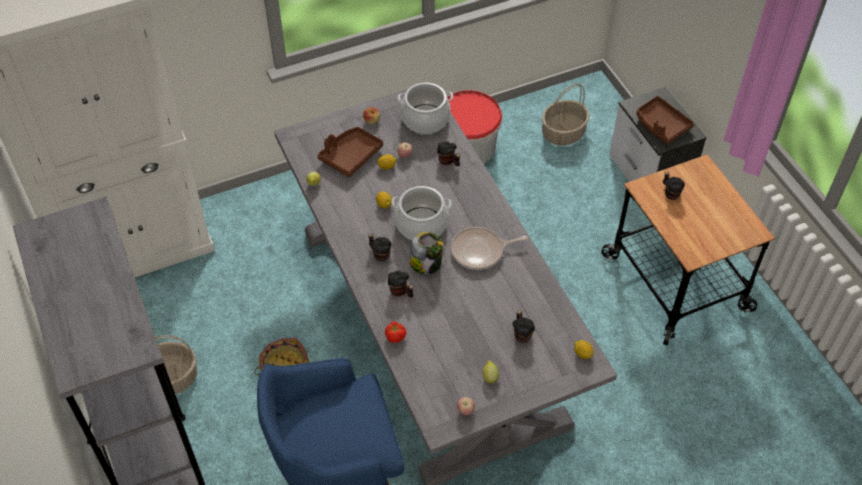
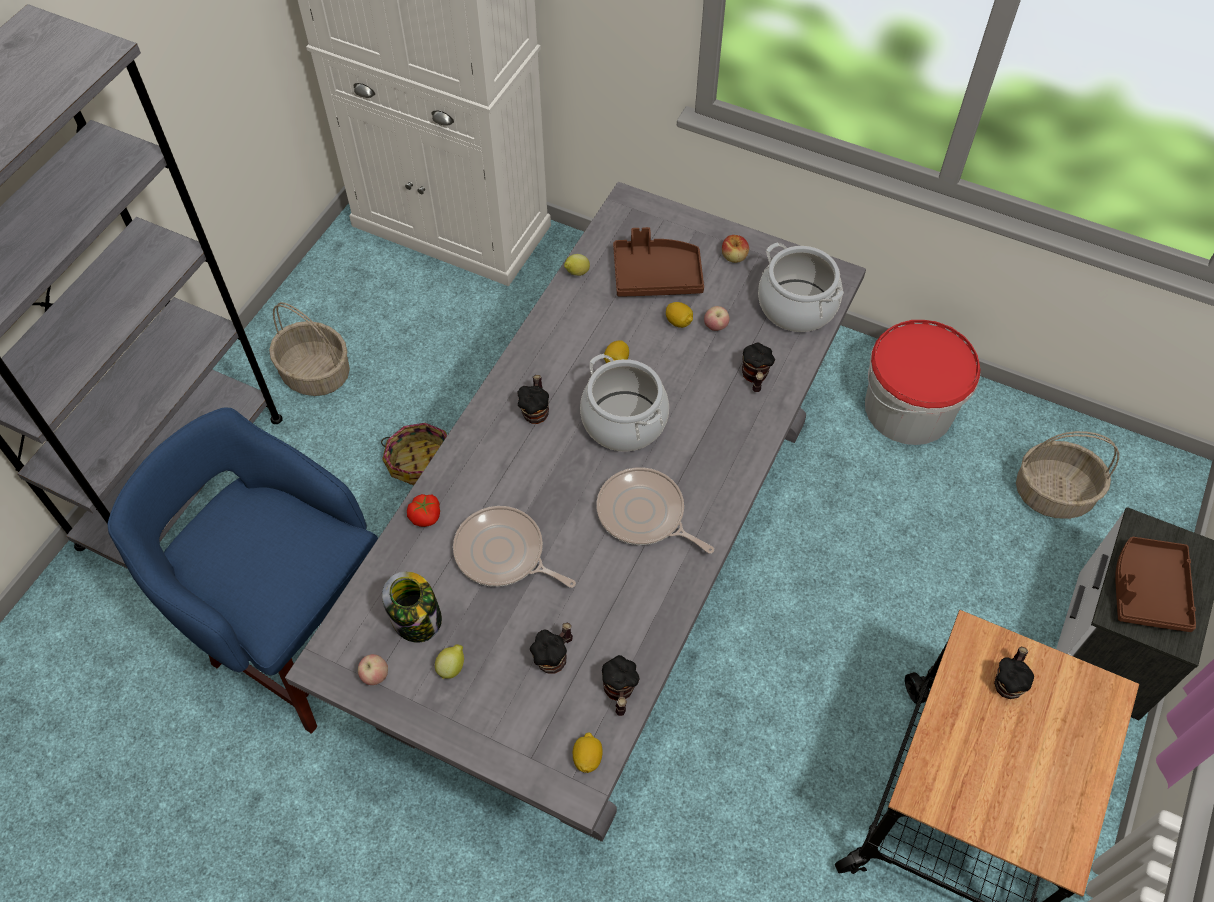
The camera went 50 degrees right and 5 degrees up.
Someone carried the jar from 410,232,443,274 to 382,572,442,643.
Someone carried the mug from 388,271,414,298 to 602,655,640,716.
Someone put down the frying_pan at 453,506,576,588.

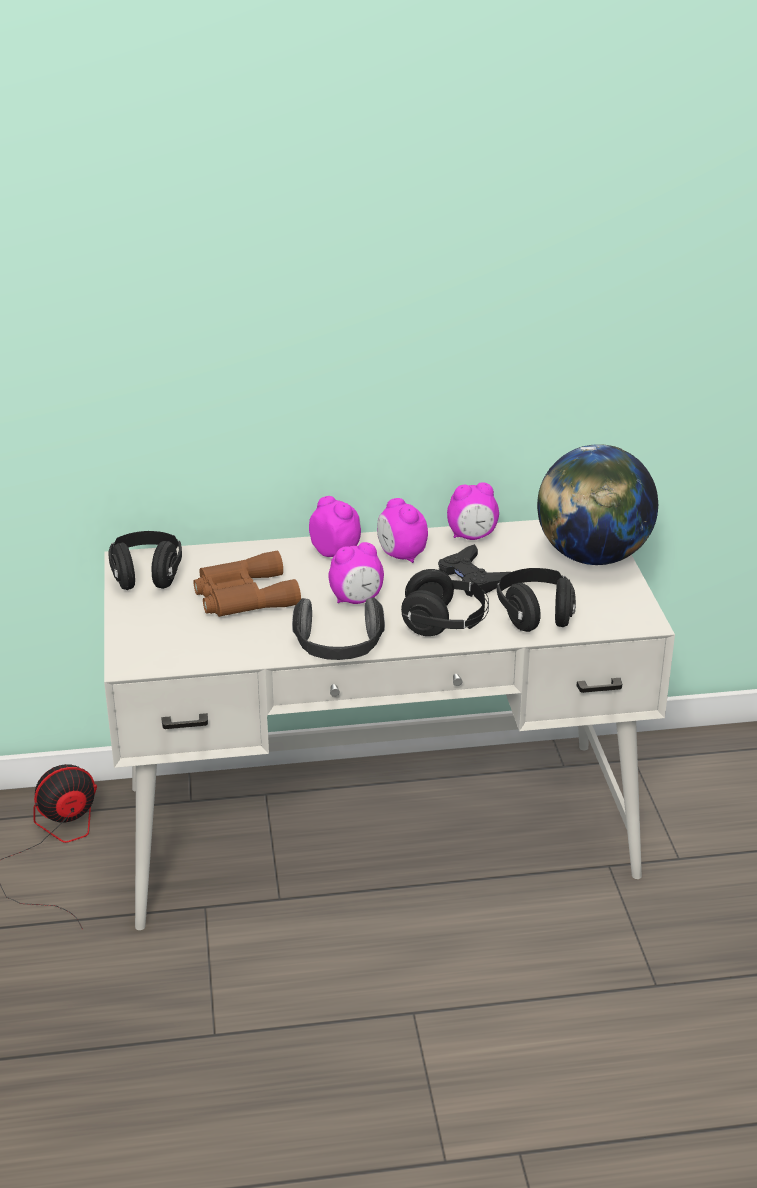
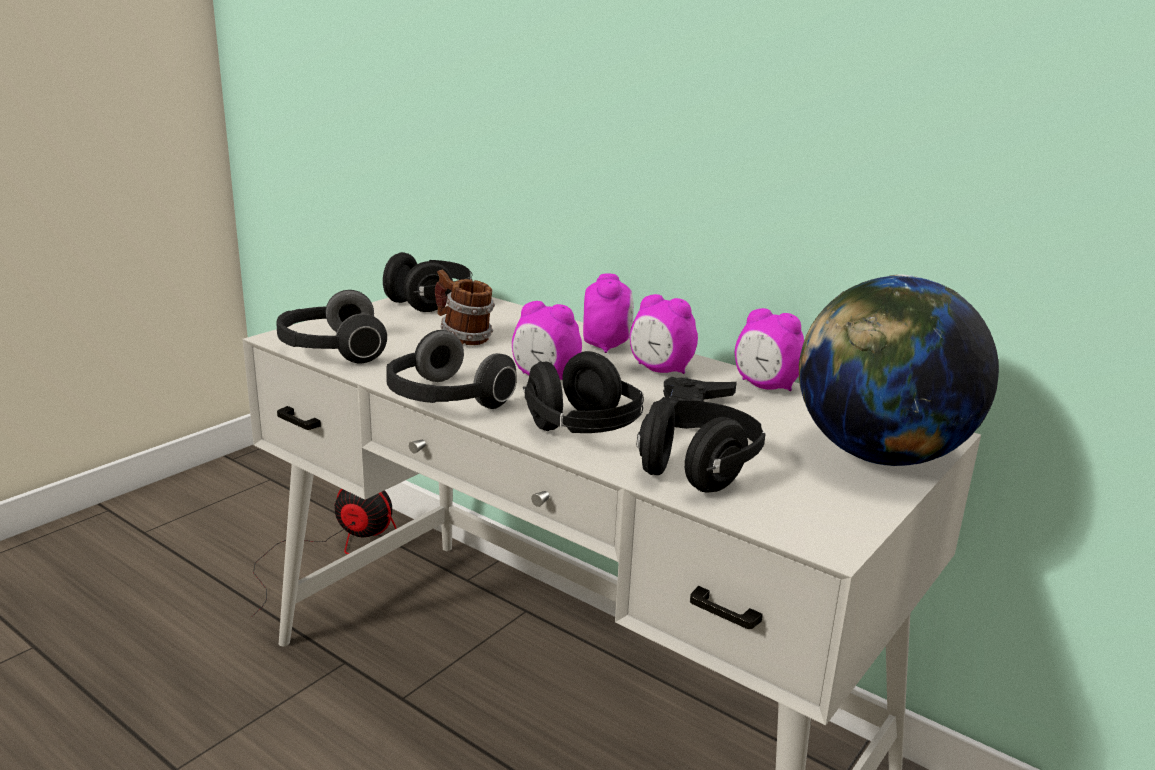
The camera went 45 degrees right and 10 degrees down.
Someone rotated the alarm_clock at 377,498,428,563 by 75 degrees counterclockwise.
Someone swapped the brown_binoculars at 194,551,301,617 for the mug at 435,270,495,345.
Someone put down the headphones at 277,290,387,363.

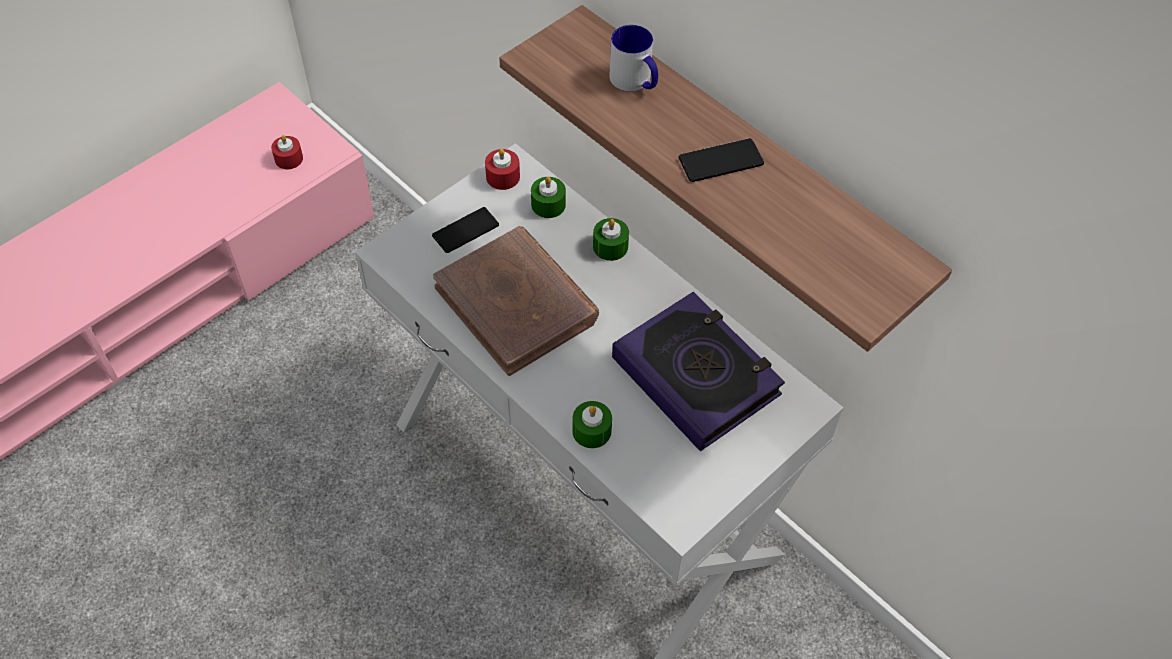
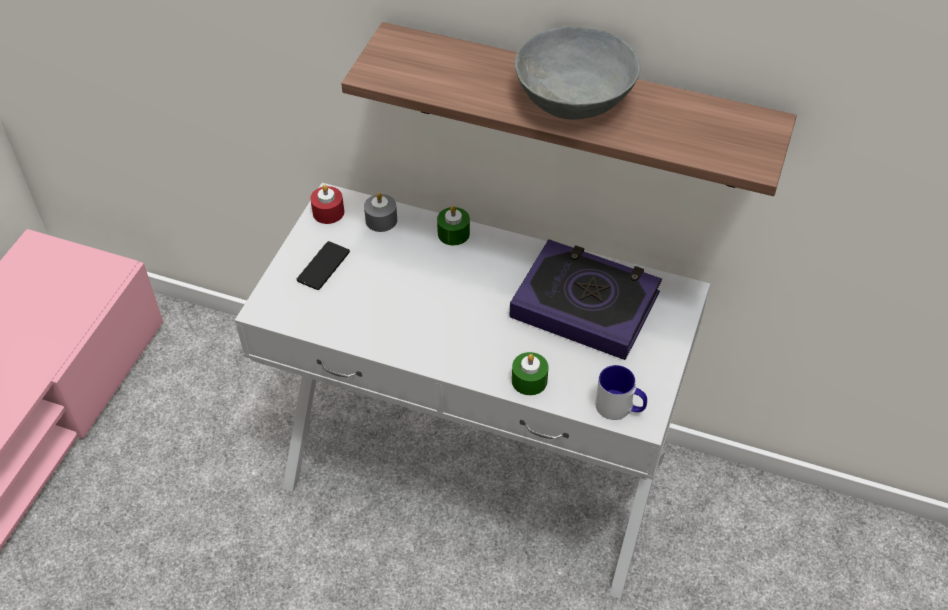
The camera went 25 degrees left and 5 degrees down.
Someone carried the mug from 609,25,658,92 to 595,365,647,420.
Someone took away the red_candle at 271,135,303,169.
Someone swapped the phone at 679,138,764,182 for the grey_bowl at 515,27,641,119.
Someone repainted the green_candle at 531,177,566,218, which became the grey_candle at 364,193,397,232.
Someone took away the brown_book at 433,226,599,376.

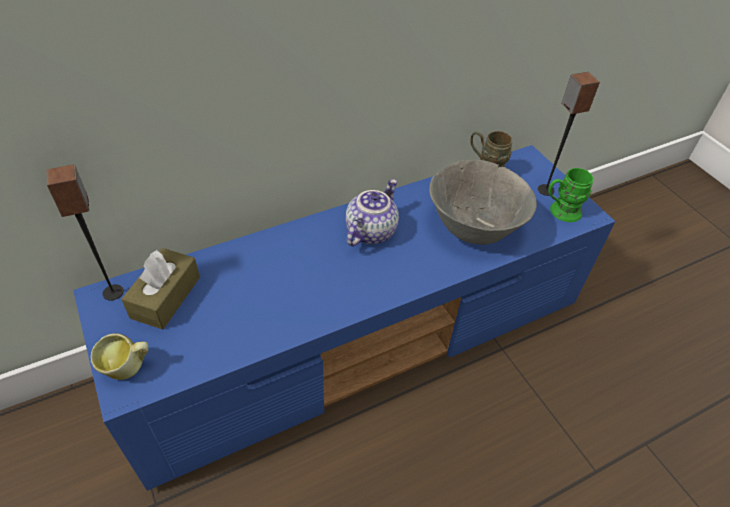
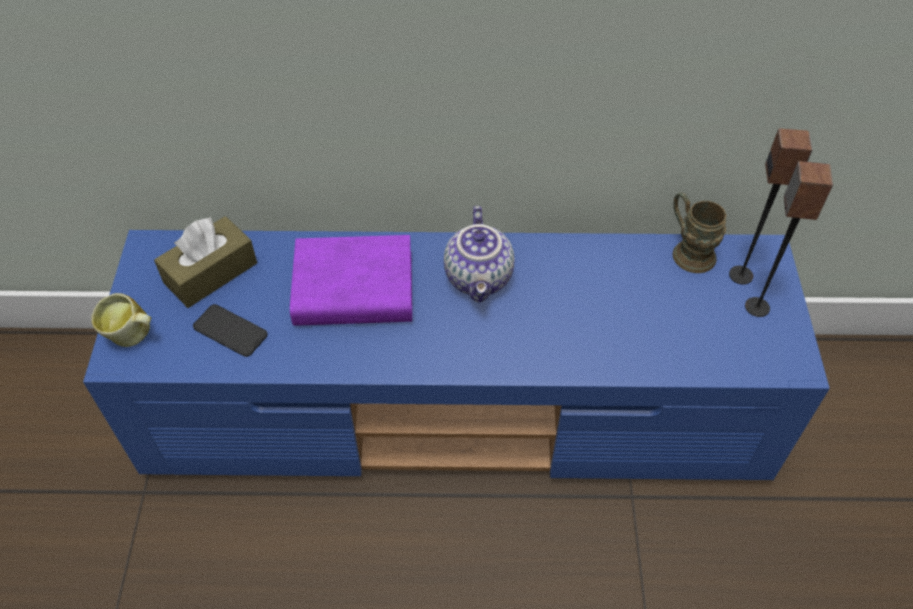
The camera went 30 degrees right and 5 degrees up.
Someone took away the grey_bowl at 429,160,537,245.
Someone carried the speaker from 46,164,124,301 to 729,128,813,285.
Someone took away the green_mug at 548,168,593,222.
Someone rotated the teapot at 346,179,399,246 by 120 degrees clockwise.
Someone put down the purple_book at 290,235,412,326.
Someone put down the phone at 193,304,268,357.

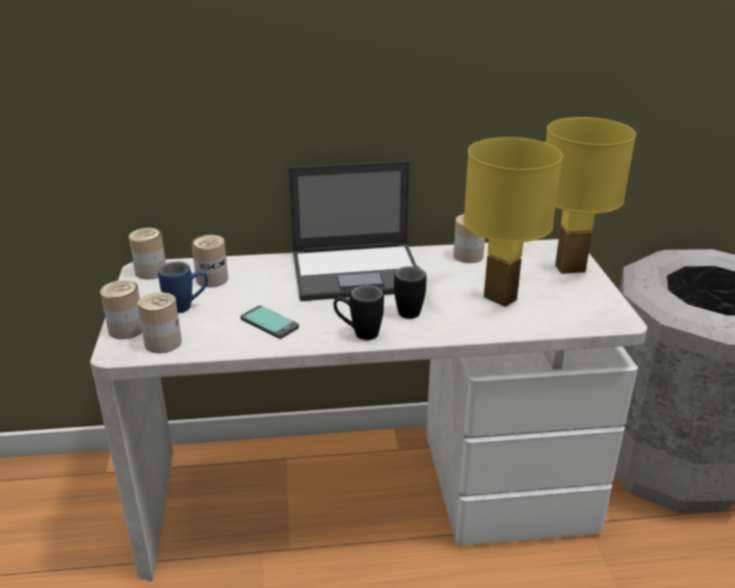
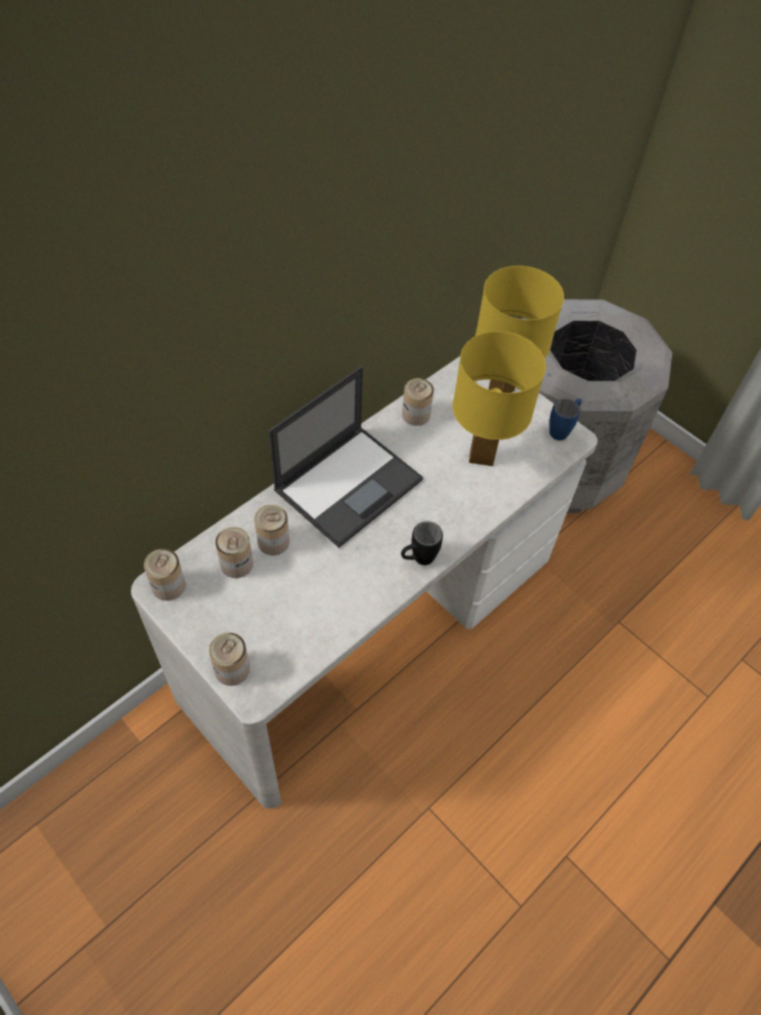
The camera went 40 degrees left and 25 degrees up.
Someone carried the blue_mug from 158,262,208,313 to 549,399,581,441.
Someone took away the black_mug at 394,266,427,319.
Someone carried the can from 137,292,182,353 to 254,505,290,555.
Someone took away the phone at 240,306,299,339.

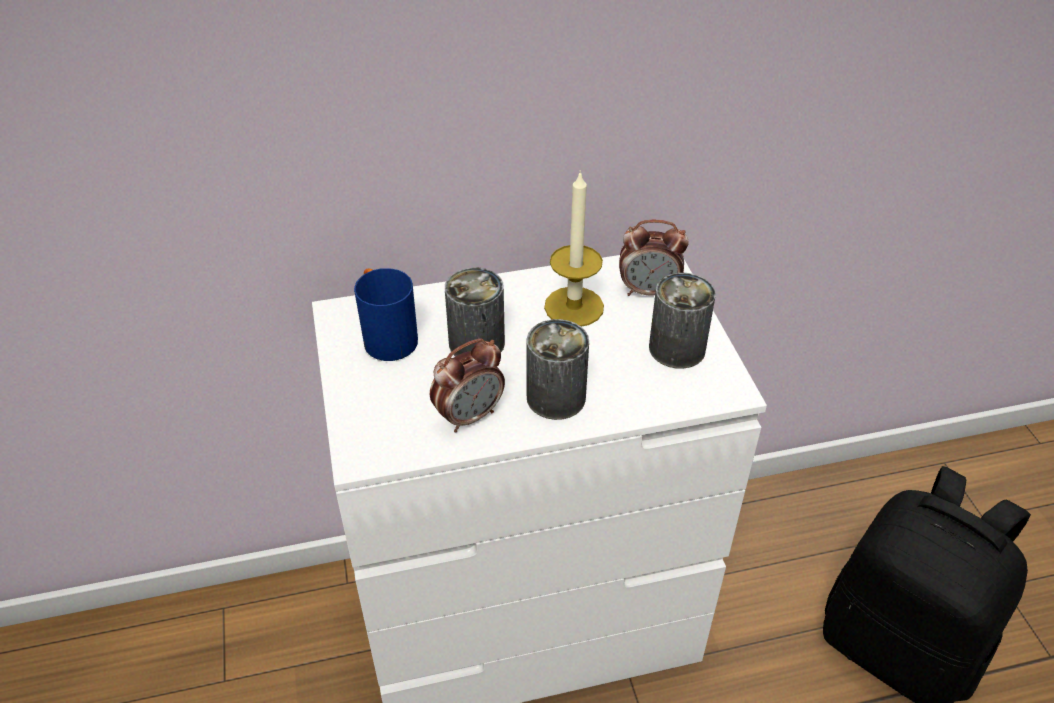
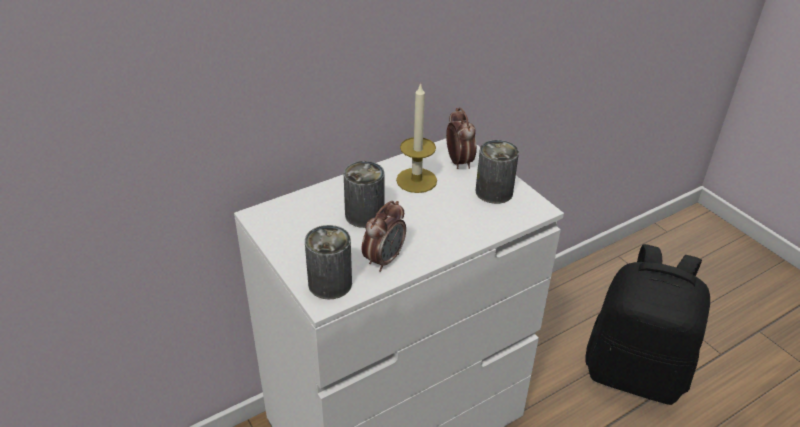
The camera went 20 degrees left and 5 degrees down.
Someone rotated the alarm_clock at 619,220,689,296 by 90 degrees counterclockwise.
Someone took away the blue_mug at 354,268,418,361.
Someone carried the can from 527,319,589,420 to 305,225,352,300.

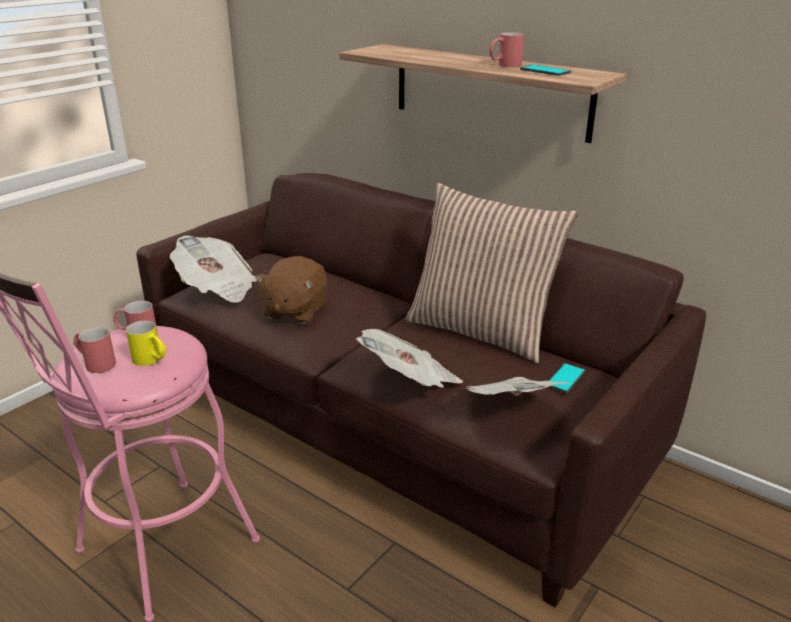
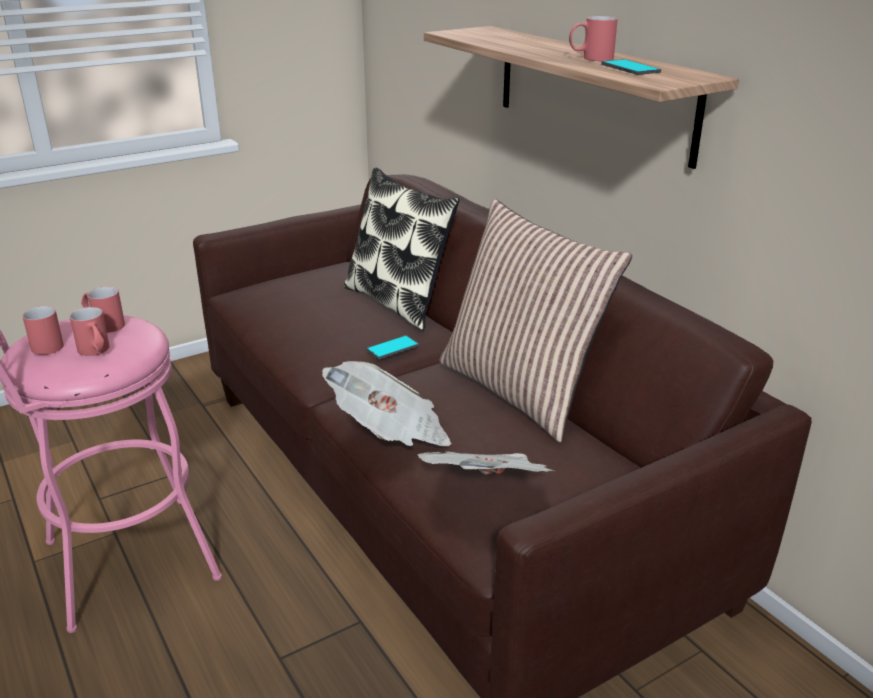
The camera went 20 degrees right and 0 degrees up.
Someone took away the newspaper at 170,235,257,303.
Someone took away the brown_plush_toy at 255,256,327,324.
Someone repainted the yellow_mug at 126,321,166,366, which became the red_mug at 69,307,110,356.
Someone carried the phone from 549,363,585,393 to 367,335,419,359.
Someone put down the pillow at 344,167,459,330.

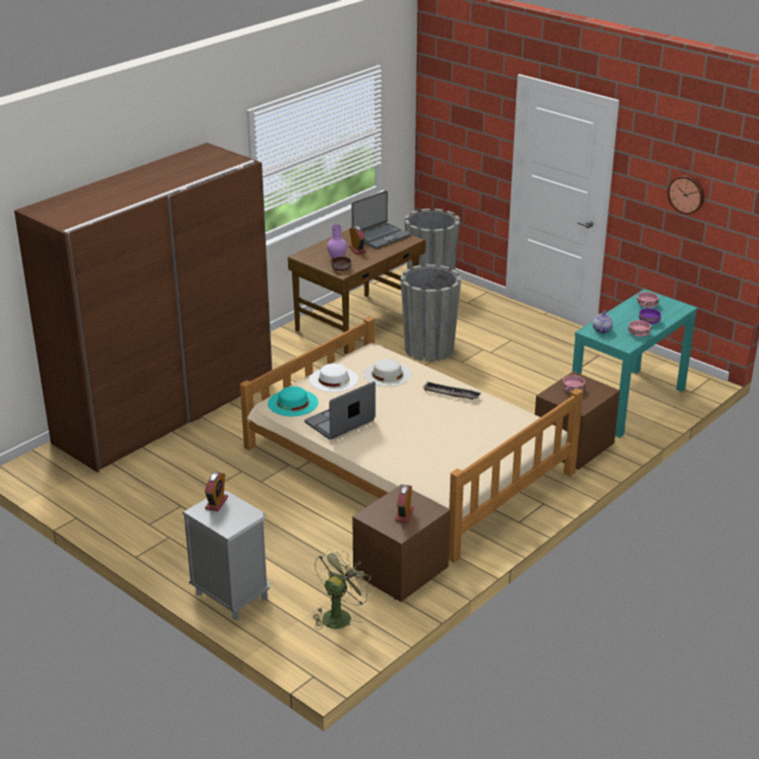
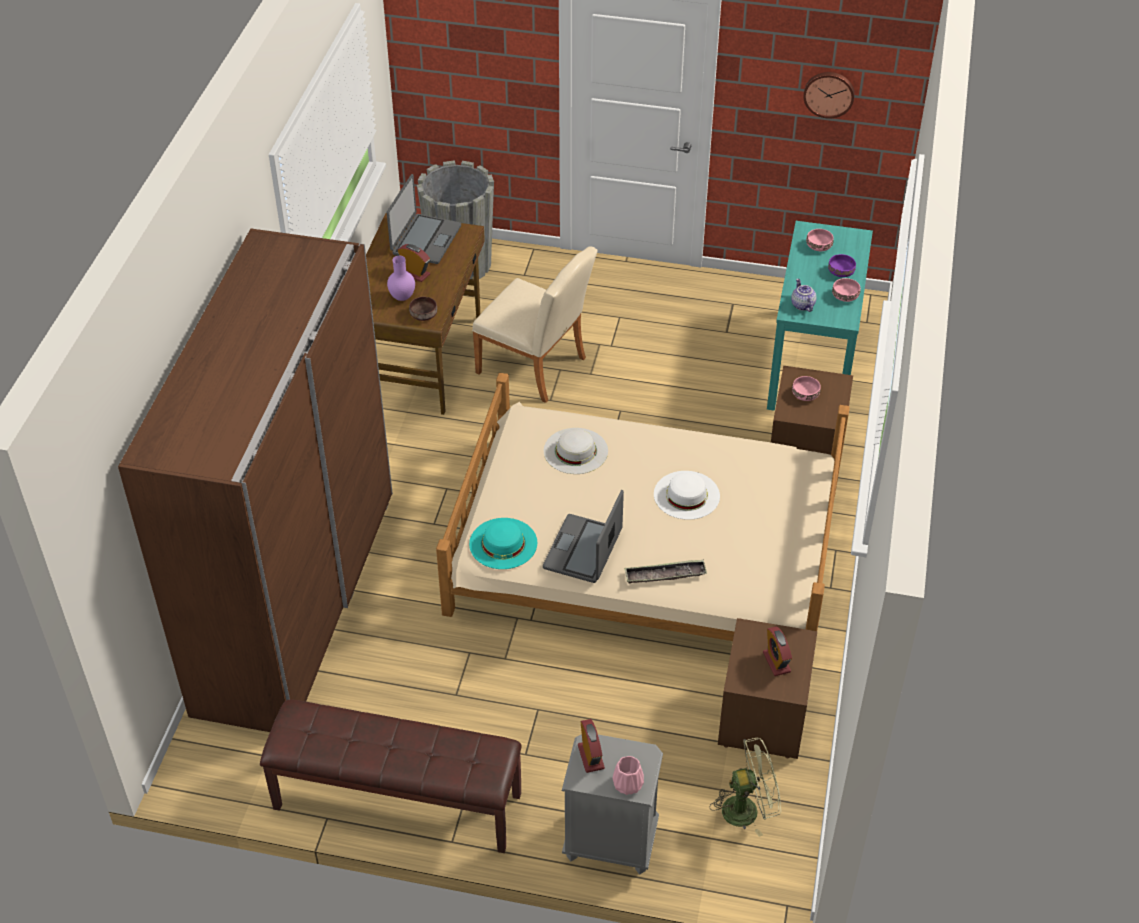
The camera went 30 degrees left and 15 degrees up.
Someone swapped the grey_planter at 401,264,461,362 for the beige_chair at 472,246,598,403.
Someone carried the white_hat from 309,363,358,392 to 654,471,720,520.
Someone carried the tray from 423,381,482,400 to 624,559,707,583.
Someone rotated the green_fan at 313,548,374,630 by 75 degrees clockwise.
Someone put down the brown_bench at 260,699,522,853.
Someone put down the pink_vase at 612,756,644,795.

